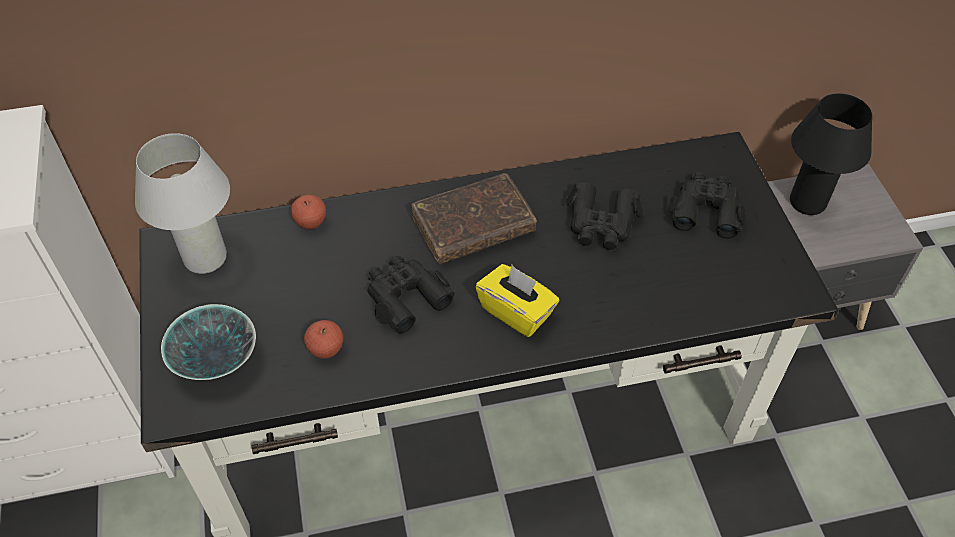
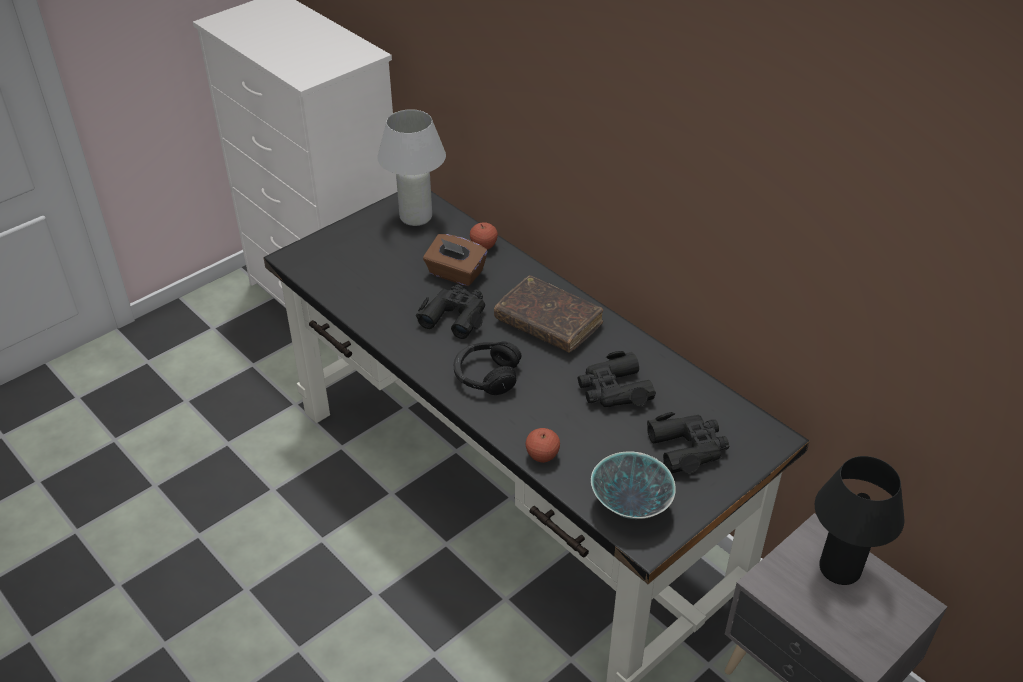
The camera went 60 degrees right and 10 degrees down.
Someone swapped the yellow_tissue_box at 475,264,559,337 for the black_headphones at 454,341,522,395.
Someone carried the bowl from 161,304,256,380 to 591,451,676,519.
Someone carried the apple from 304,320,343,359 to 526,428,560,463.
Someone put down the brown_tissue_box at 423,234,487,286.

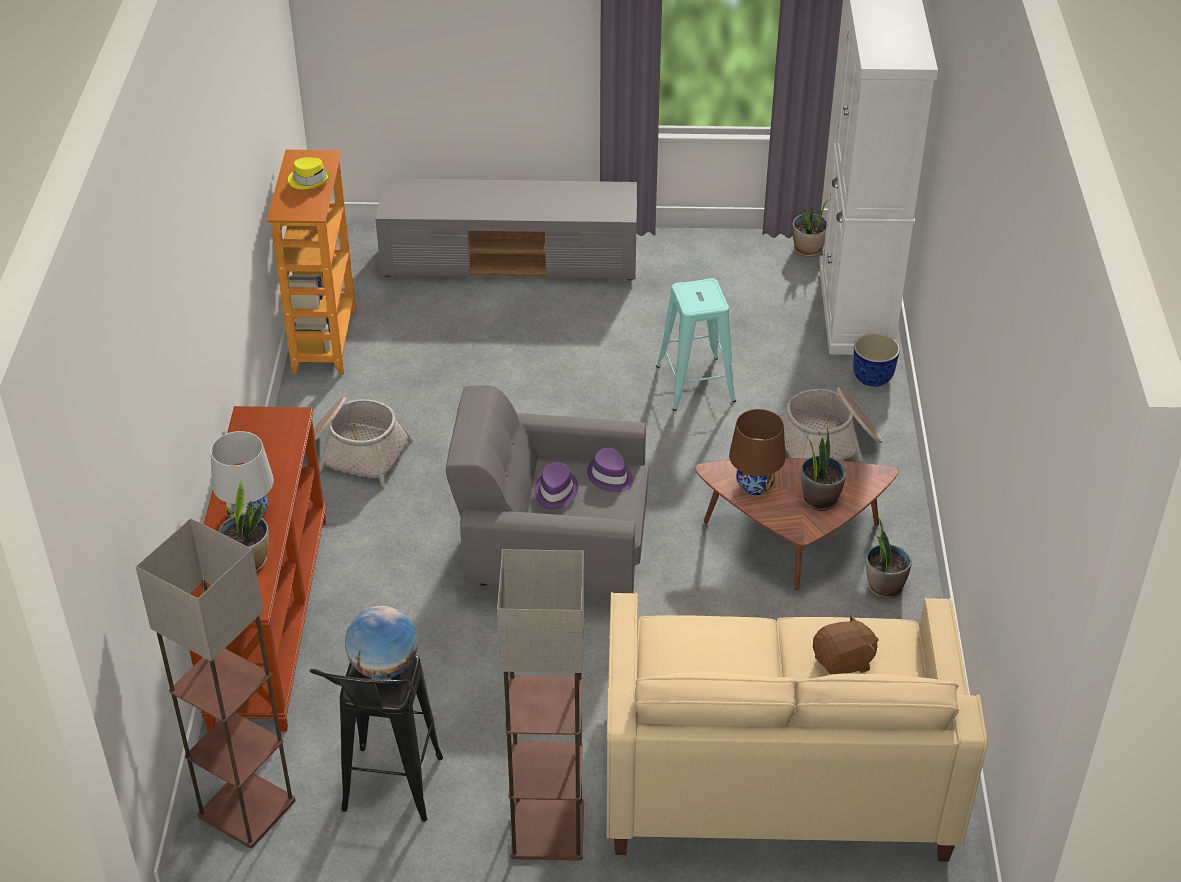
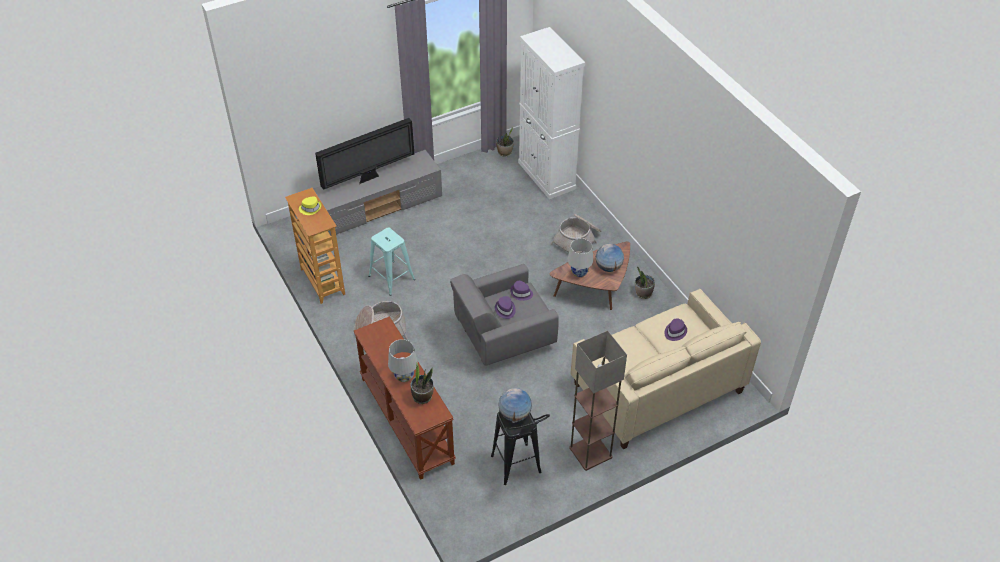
The camera went 30 degrees left and 5 degrees up.
Someone carried the turquoise_stool from 656,278,736,411 to 368,228,415,296.
Someone took away the planter at 853,333,900,387.
Someone repainted the brown_table_lamp at 729,409,785,495, which became the white_table_lamp at 568,238,593,277.
Someone swapped the potted_plant at 801,427,846,511 for the globe at 596,244,624,272.
Someone took away the floor_lamp at 136,518,296,848.
Someone swapped the brown_plush_toy at 813,614,879,675 for the purple_hat at 664,318,687,341.
Someone put down the television at 315,118,414,190.

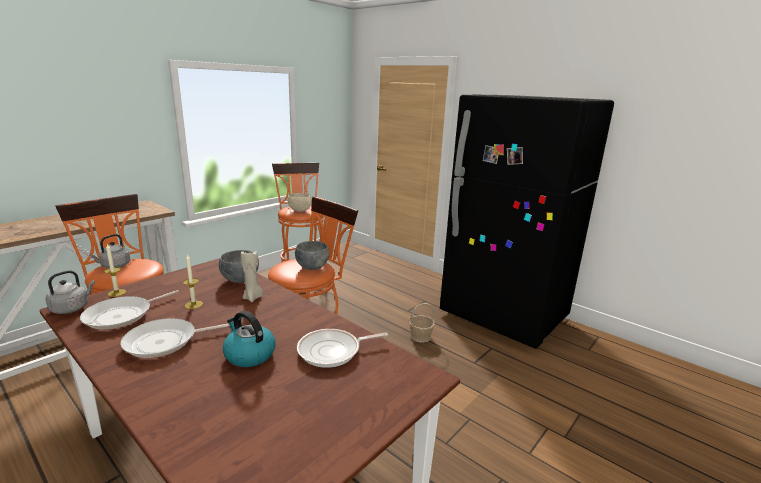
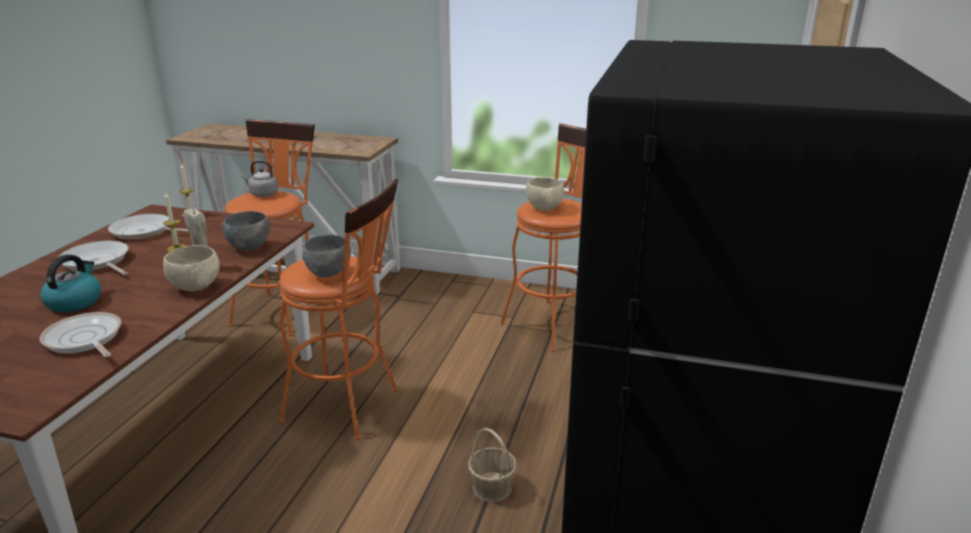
The camera went 65 degrees right and 5 degrees up.
Someone took away the grey_kettle at 46,270,95,314.
Someone put down the beige_bowl at 163,245,220,291.

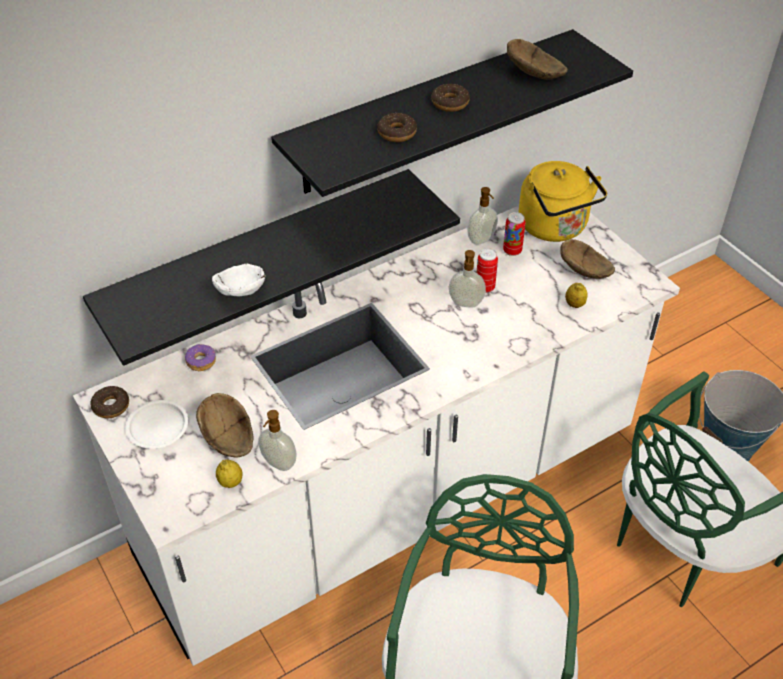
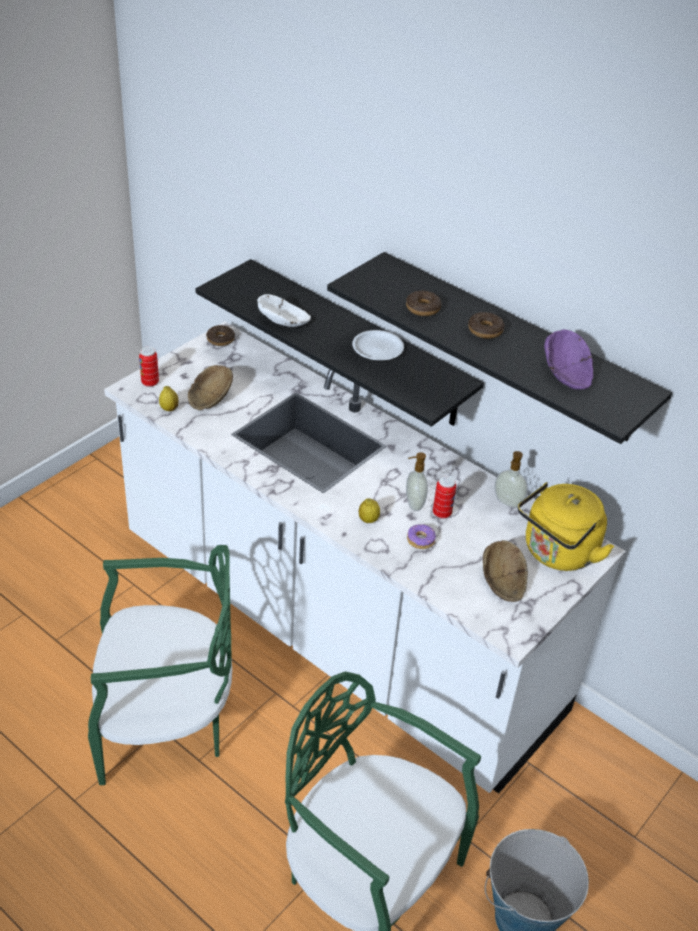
The camera went 70 degrees right and 5 degrees down.
Someone repainted the brown_bowl at 507,39,568,79, which became the purple_bowl at 544,329,593,389.
Someone carried the can from 503,212,526,256 to 139,346,159,387.
Someone carried the lemon from 565,283,588,308 to 359,498,380,523.
Someone carried the donut from 185,344,216,371 to 407,524,436,549.
Someone carried the white_plate from 126,400,188,449 to 352,330,404,360.
Someone took away the soap_dispenser at 258,410,297,471.

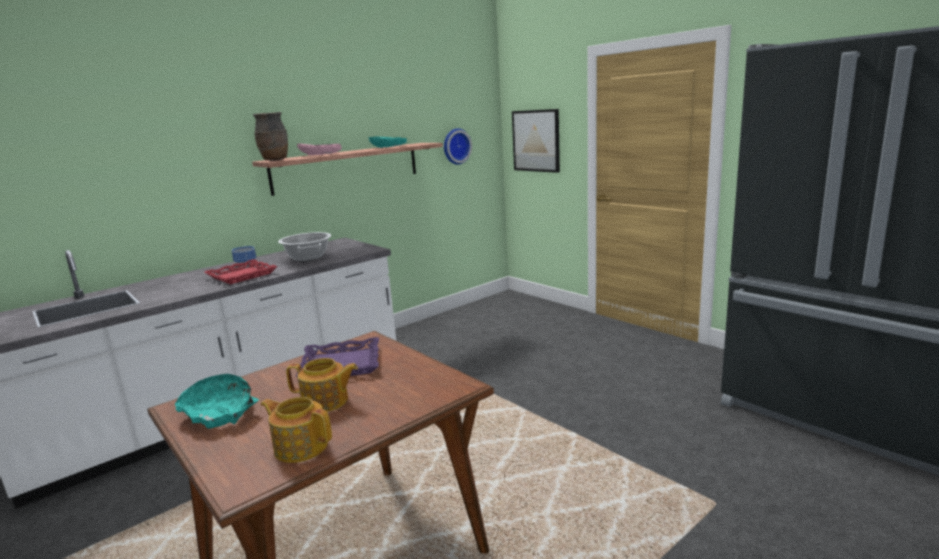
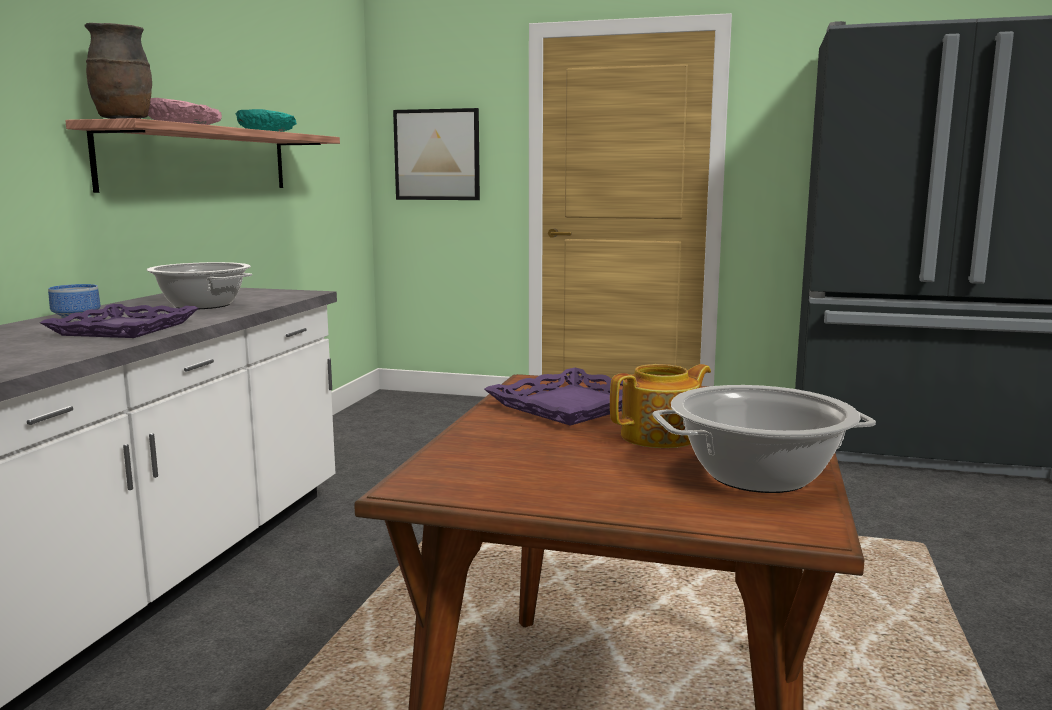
The camera went 35 degrees left and 5 degrees down.
Someone took away the wall_clock at 444,128,472,165.
Someone repainted the red_tray at 204,259,277,284, which became the purple_tray at 40,304,198,338.
Someone took away the turquoise_bowl at 175,374,260,429.
Someone swapped the teapot at 261,397,332,463 for the cooking_pot at 652,385,876,493.

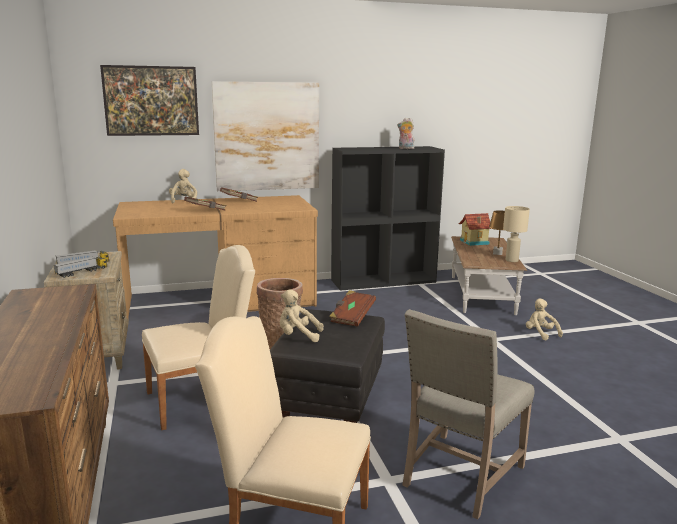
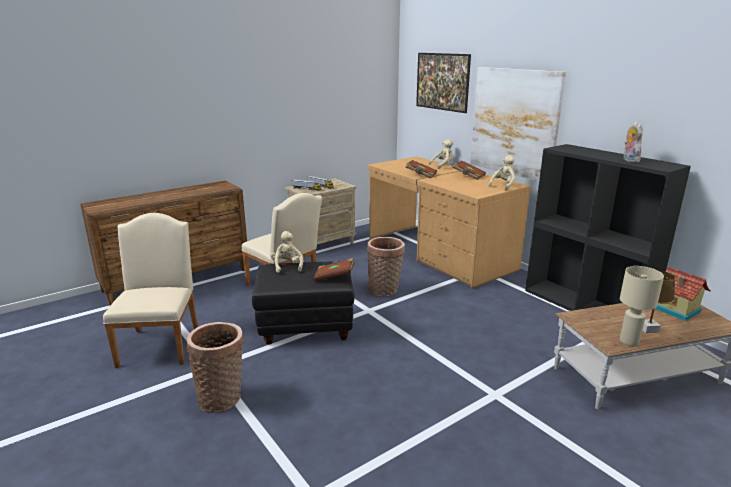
The camera went 70 degrees right and 5 degrees up.
Someone carried the beige_plush_toy from 526,298,563,341 to 489,155,515,190.
Someone swapped the beige_chair at 402,309,534,520 for the basket at 187,322,244,413.

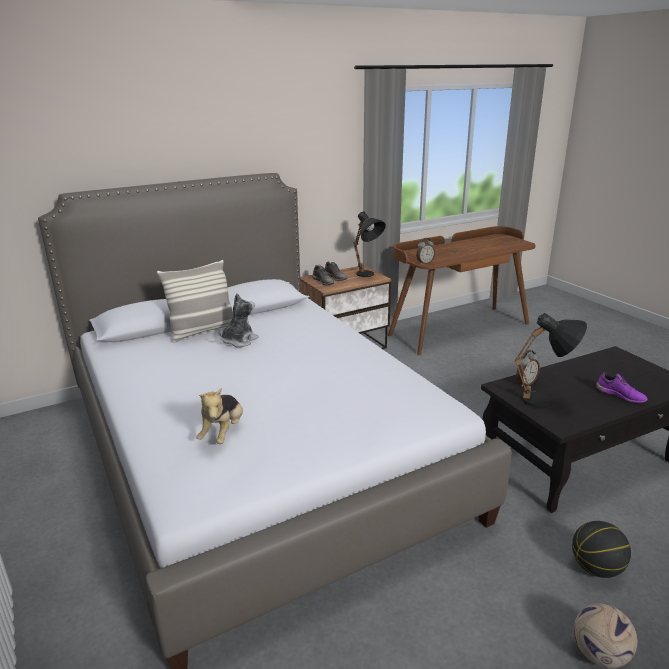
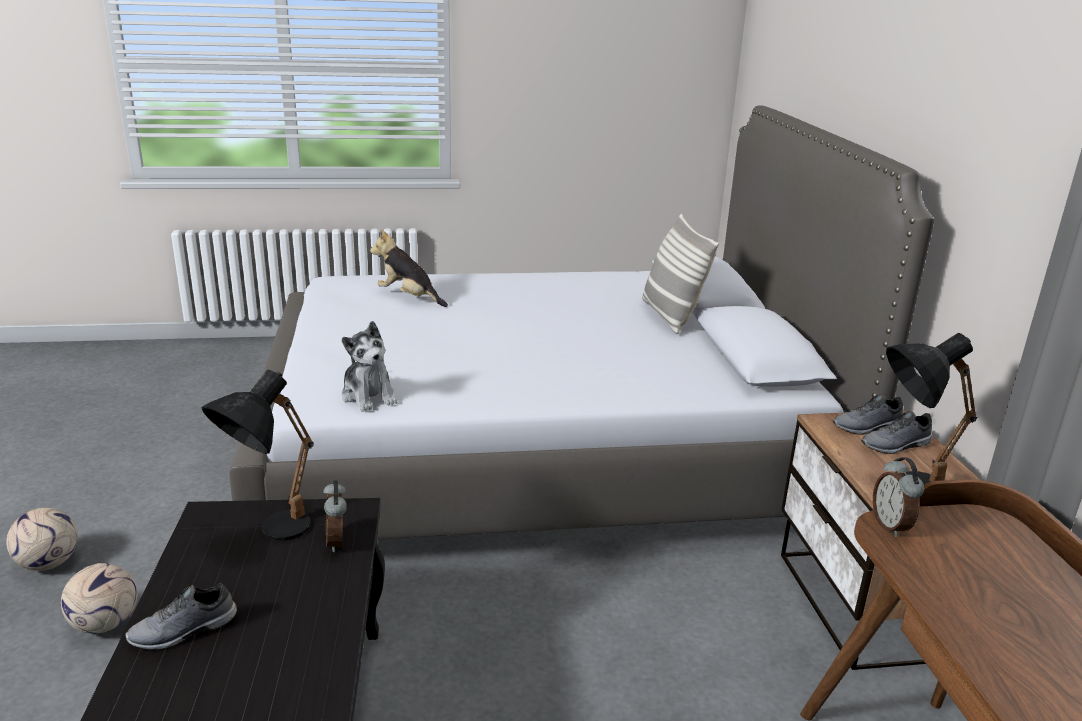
The camera went 110 degrees right and 0 degrees up.
Someone carried the plush_toy from 218,293,259,347 to 341,321,397,412.
Someone repainted the purple_shoe at 596,372,648,403, which became the grey_shoe at 125,583,237,650.
Someone swapped the basketball at 572,521,631,578 for the football at 61,563,137,634.

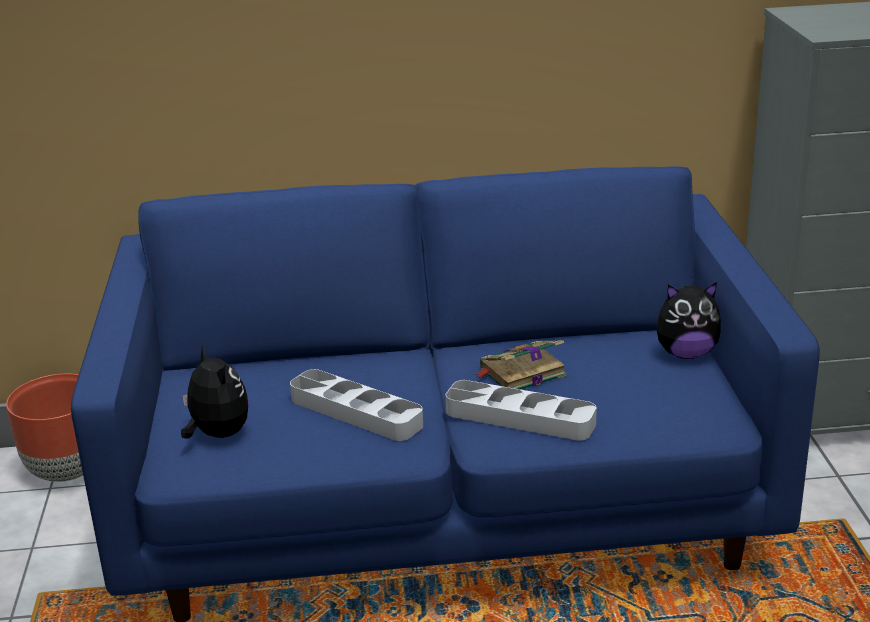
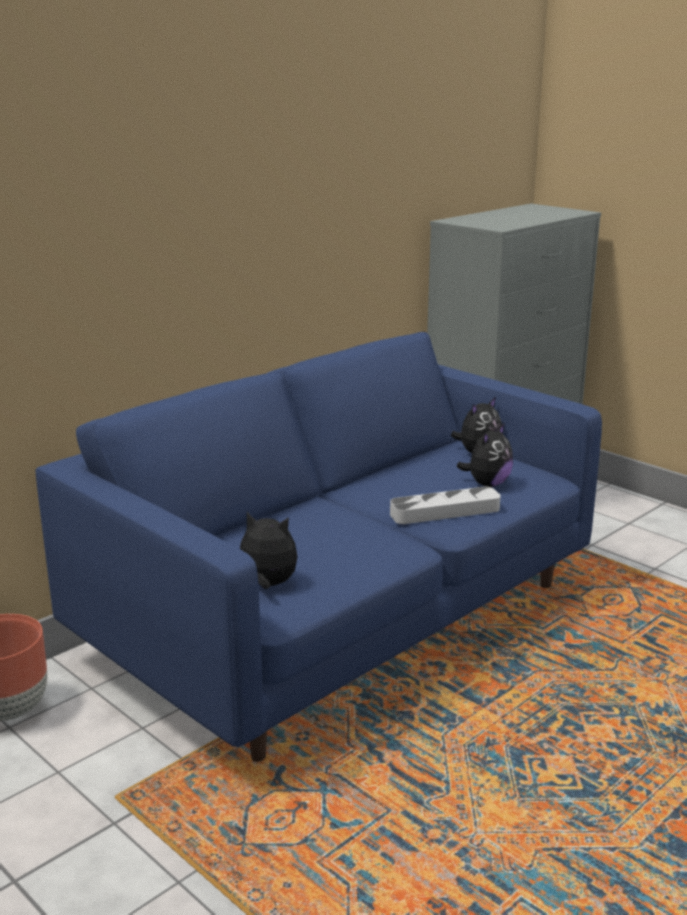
The camera went 40 degrees left and 5 degrees down.
Someone took away the book at 474,340,567,389.
Someone took away the grey_tray at 290,369,423,441.
Someone put down the plush_toy at 456,423,513,487.

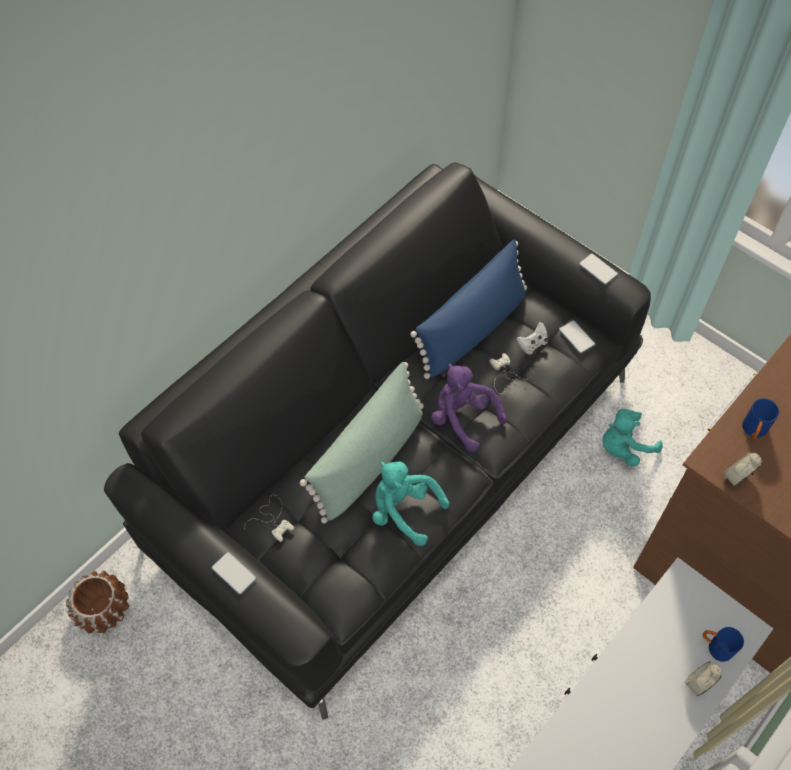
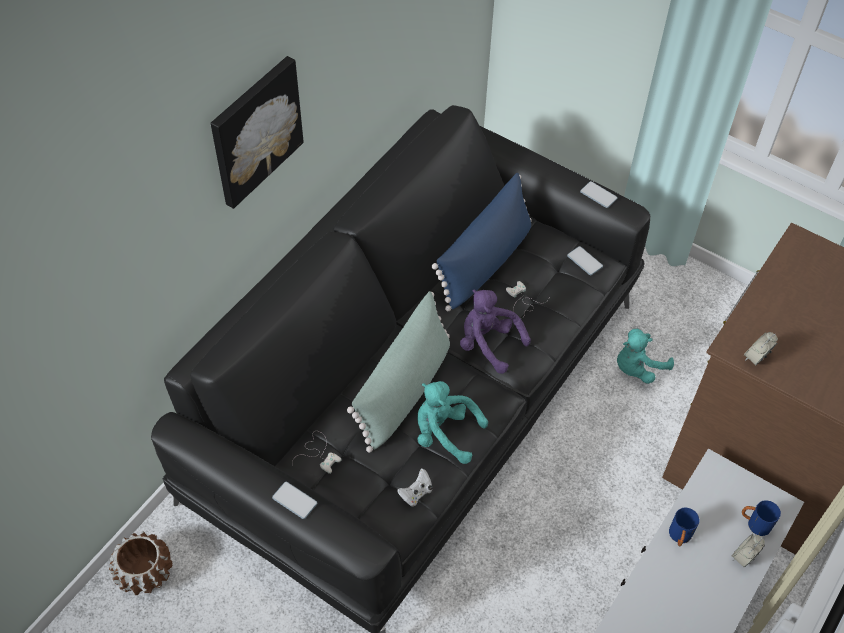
The camera went 10 degrees left and 5 degrees down.
Someone carried the white_game_controller from 516,322,548,355 to 397,469,433,506.
Someone carried the blue_mug from 742,398,779,439 to 669,507,700,546.
Someone put up the picture at 211,56,304,209.

